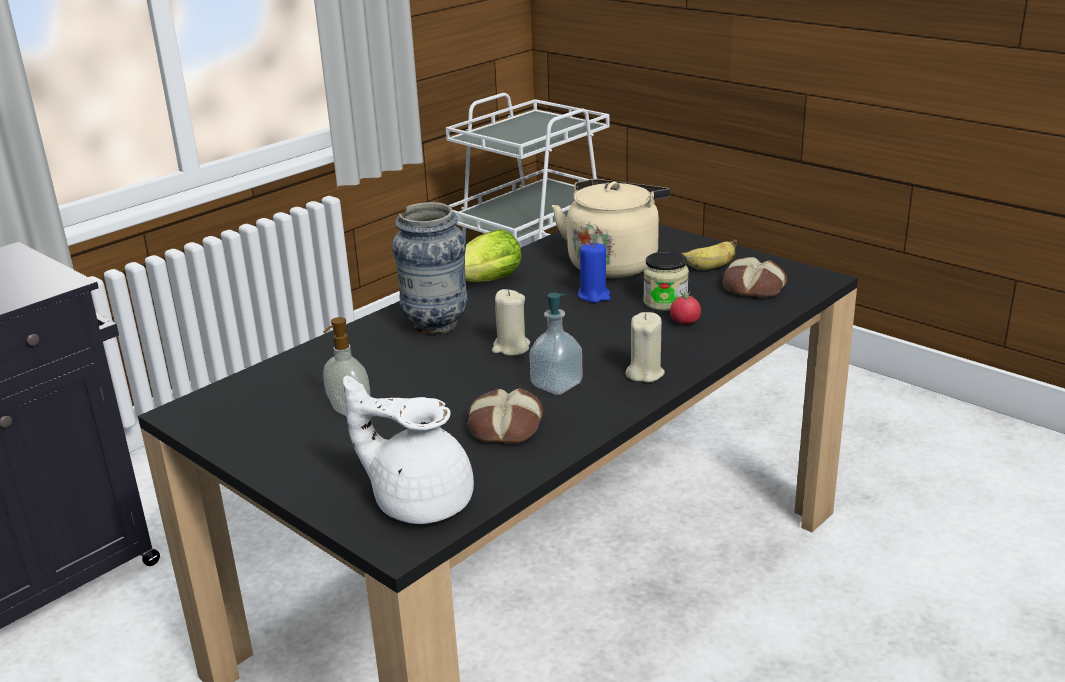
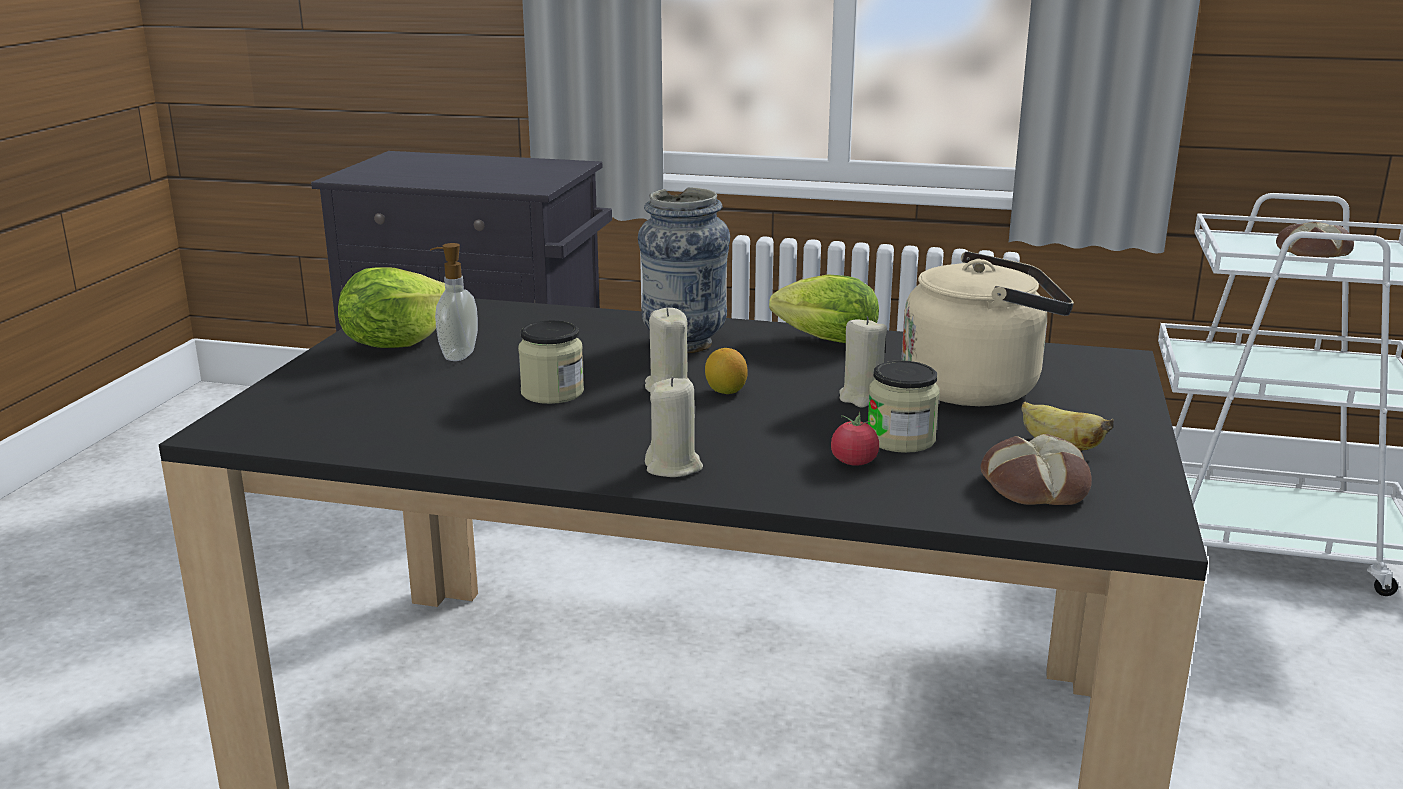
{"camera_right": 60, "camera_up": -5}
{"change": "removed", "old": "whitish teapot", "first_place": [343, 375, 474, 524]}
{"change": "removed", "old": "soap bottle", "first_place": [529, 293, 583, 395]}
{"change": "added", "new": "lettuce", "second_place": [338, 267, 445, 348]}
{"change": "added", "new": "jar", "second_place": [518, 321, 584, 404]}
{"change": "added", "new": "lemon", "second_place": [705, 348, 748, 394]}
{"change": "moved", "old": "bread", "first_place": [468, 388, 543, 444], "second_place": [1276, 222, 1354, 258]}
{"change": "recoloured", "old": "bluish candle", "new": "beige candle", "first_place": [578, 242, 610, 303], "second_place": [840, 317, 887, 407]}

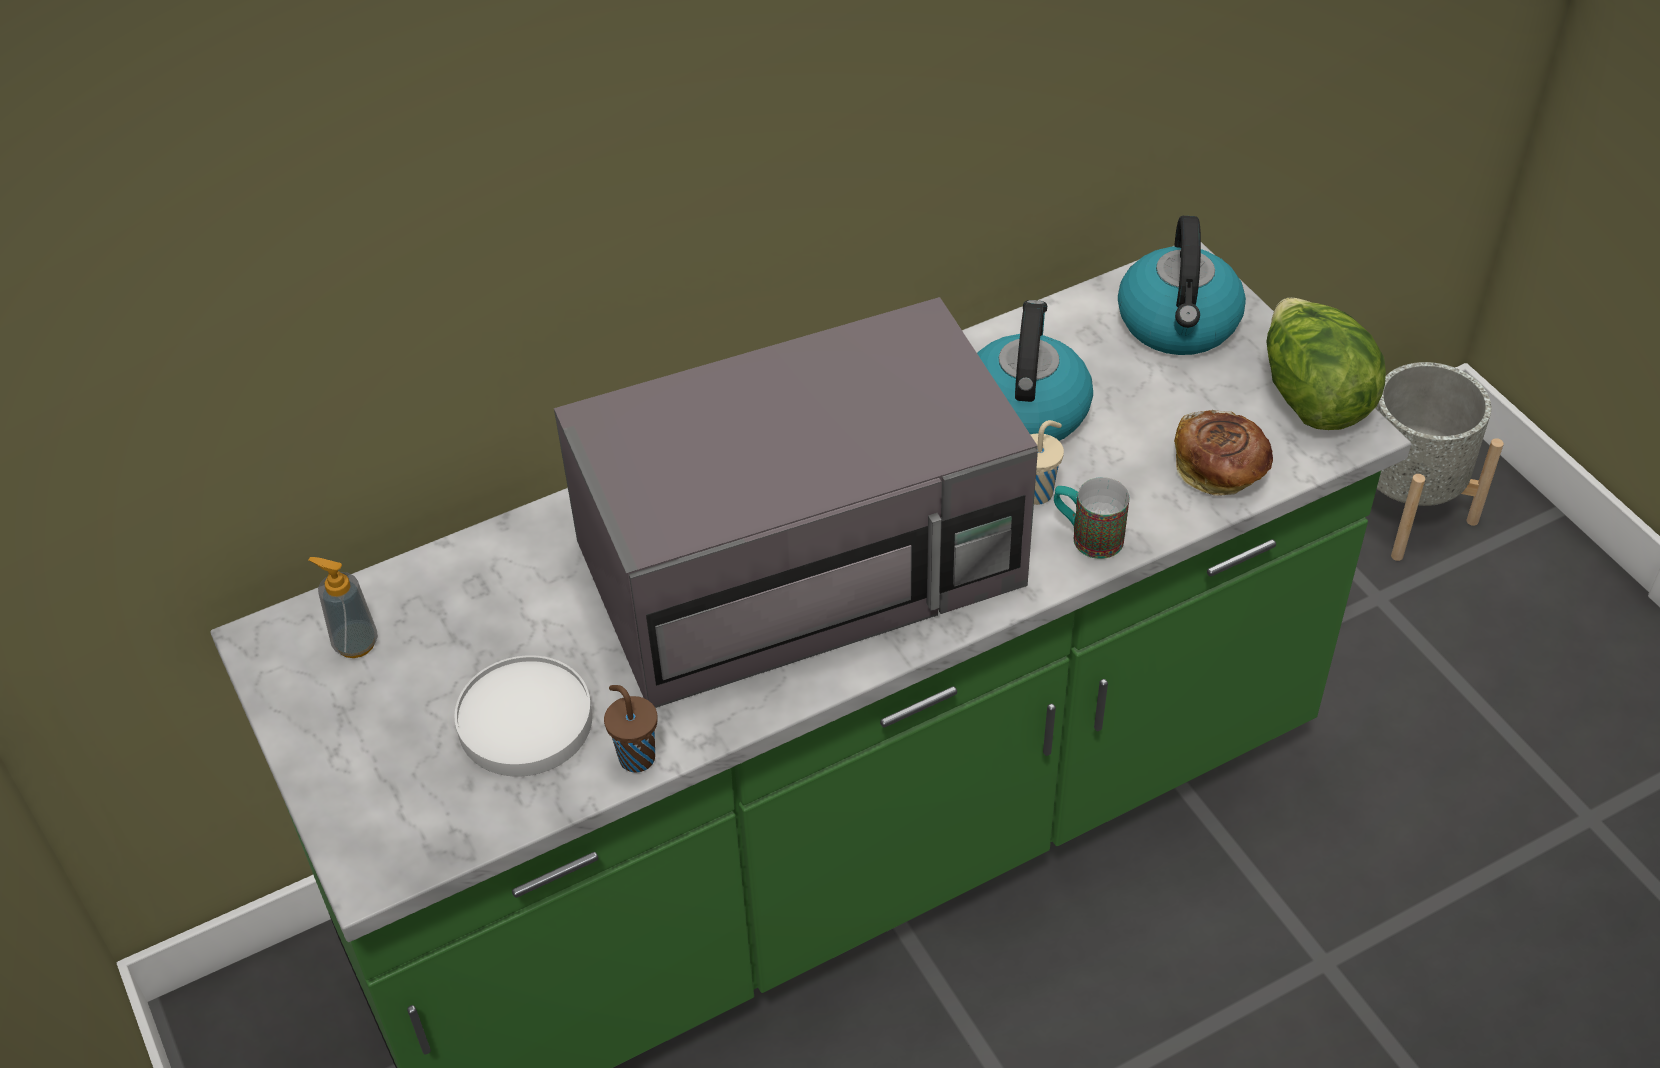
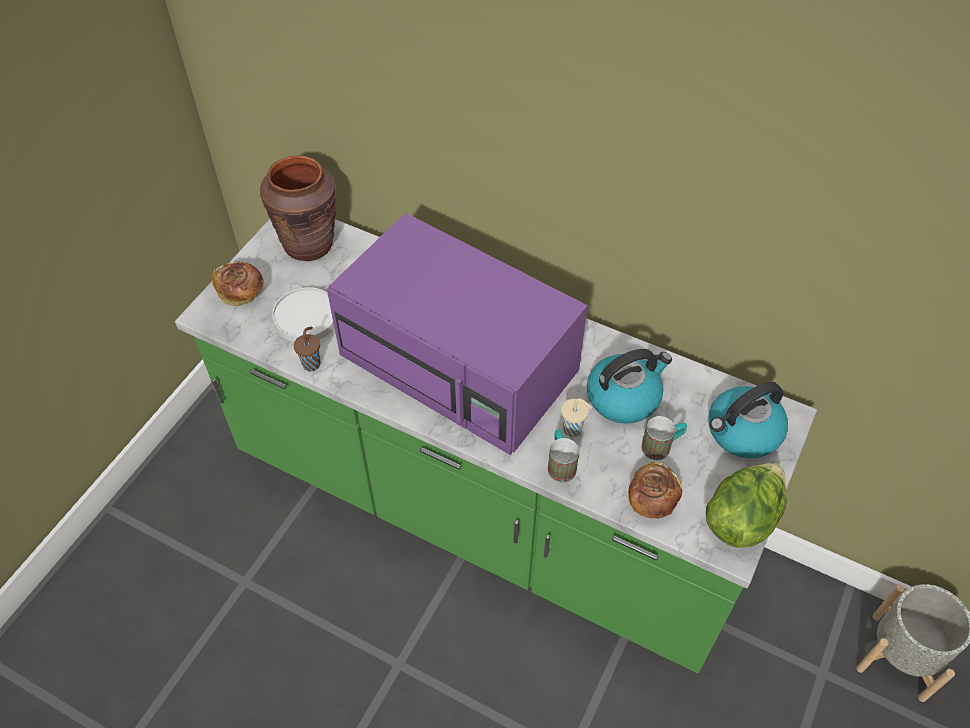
{"camera_right": 55, "camera_up": 5}
{"change": "added", "new": "bread", "second_place": [212, 261, 264, 306]}
{"change": "added", "new": "tea mug", "second_place": [641, 416, 687, 460]}
{"change": "replaced", "old": "soap bottle", "new": "brown-coloured flower vase", "first_place": [308, 557, 378, 658], "second_place": [260, 155, 336, 261]}
{"change": "recoloured", "old": "grey microwave oven", "new": "purple-coloured microwave oven", "first_place": [554, 297, 1038, 708], "second_place": [327, 213, 588, 455]}

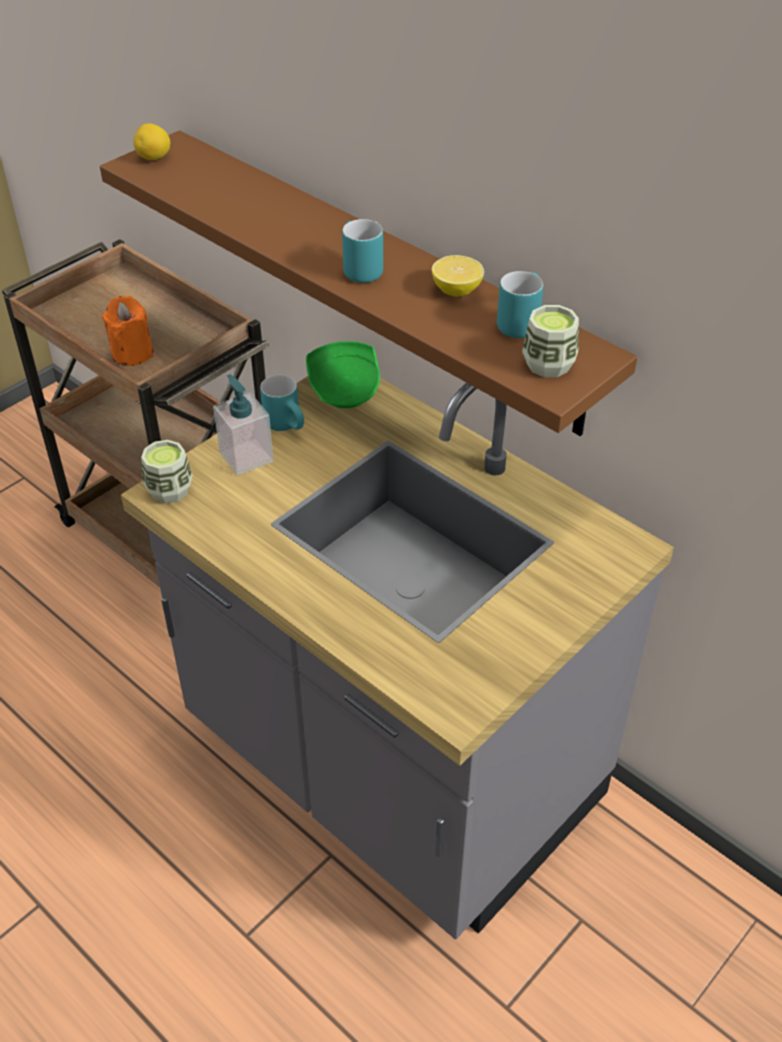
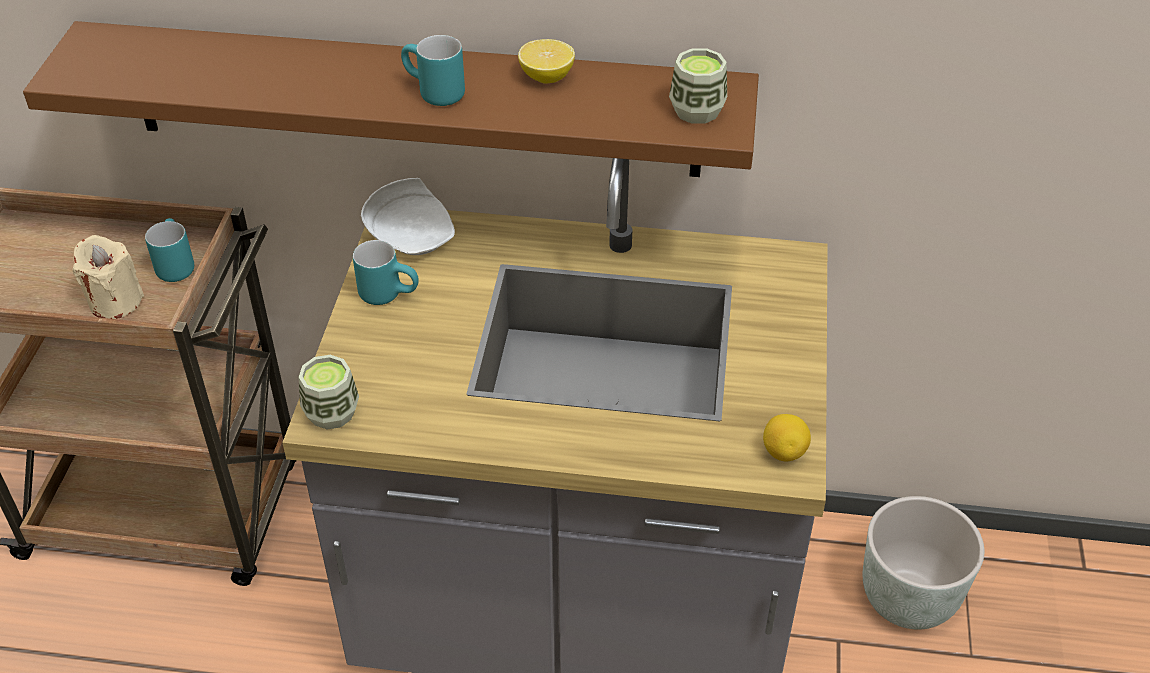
{"camera_right": -35, "camera_up": 0}
{"change": "removed", "old": "soap bottle", "first_place": [213, 374, 274, 476]}
{"change": "added", "new": "grey flower pot", "second_place": [862, 496, 984, 630]}
{"change": "moved", "old": "lemon", "first_place": [133, 123, 170, 160], "second_place": [763, 414, 811, 461]}
{"change": "moved", "old": "blue-green tea mug", "first_place": [497, 271, 543, 338], "second_place": [145, 218, 194, 282]}
{"change": "recoloured", "old": "orangey candle", "new": "beige candle", "first_place": [102, 296, 153, 366], "second_place": [72, 235, 144, 319]}
{"change": "recoloured", "old": "green plate", "new": "whitish plate", "first_place": [306, 341, 380, 408], "second_place": [361, 178, 455, 255]}

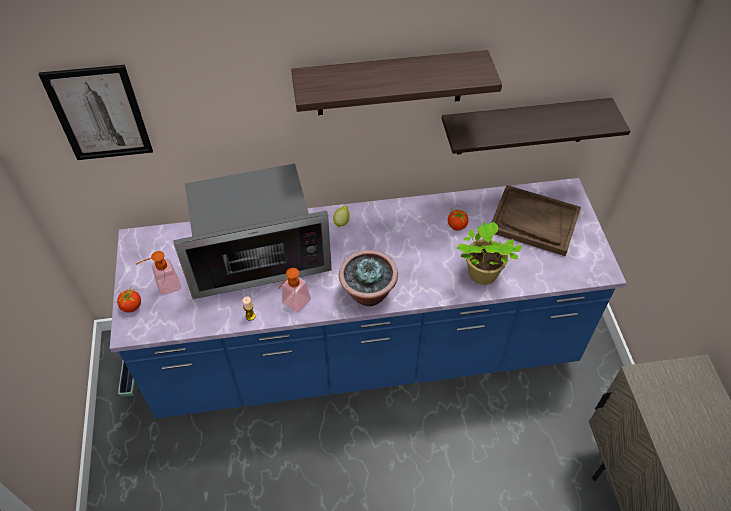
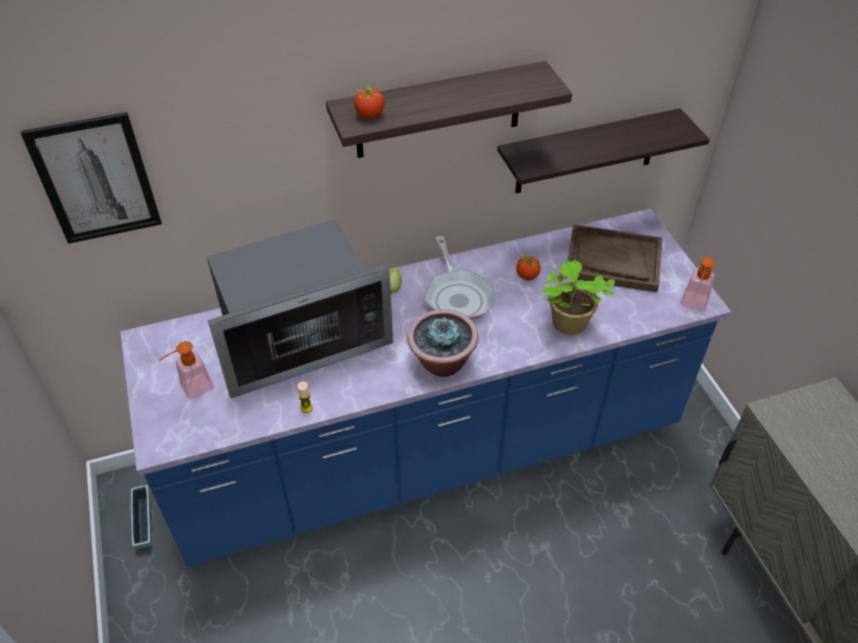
{"camera_right": -10, "camera_up": -5}
{"change": "added", "new": "frying pan", "second_place": [424, 236, 495, 321]}
{"change": "moved", "old": "whole tomato", "first_place": [116, 288, 141, 313], "second_place": [354, 84, 385, 118]}
{"change": "moved", "old": "soap bottle", "first_place": [278, 268, 311, 313], "second_place": [680, 257, 715, 312]}

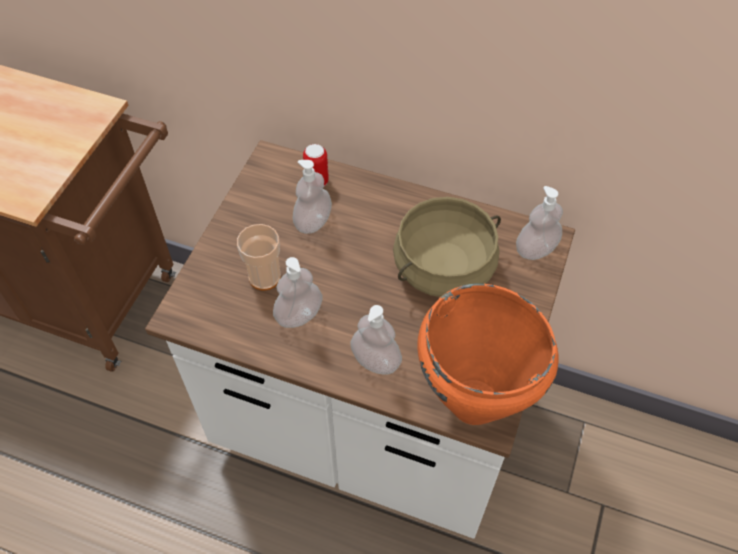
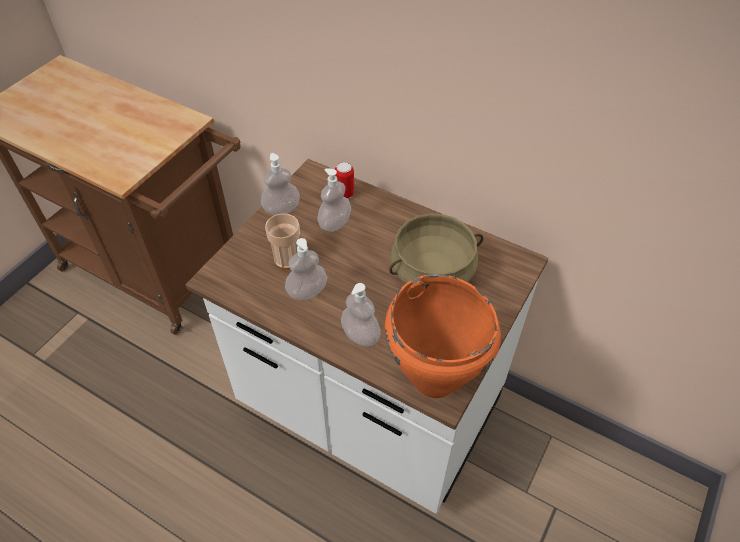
{"camera_right": 10, "camera_up": -5}
{"change": "moved", "old": "soap bottle", "first_place": [516, 186, 563, 260], "second_place": [261, 153, 300, 215]}

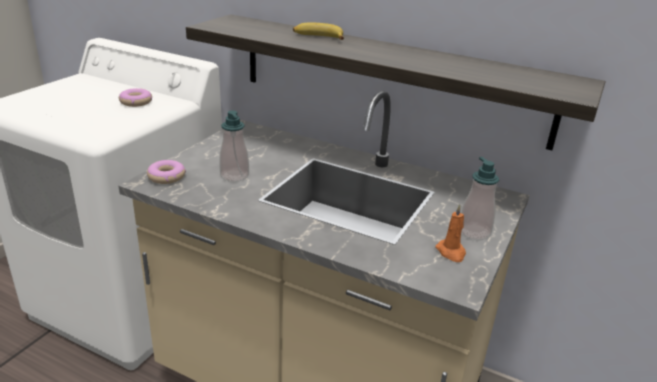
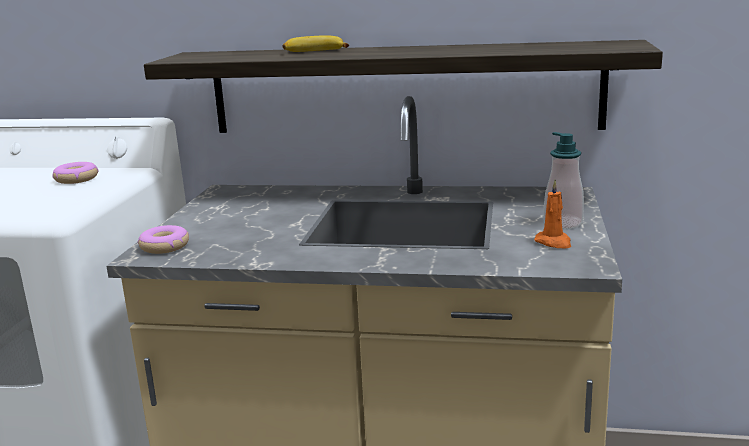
{"camera_right": -15, "camera_up": -10}
{"change": "removed", "old": "soap bottle", "first_place": [219, 110, 249, 182]}

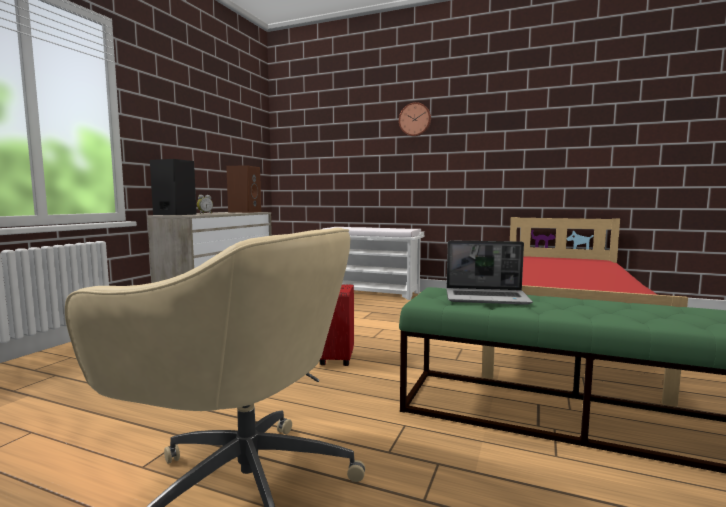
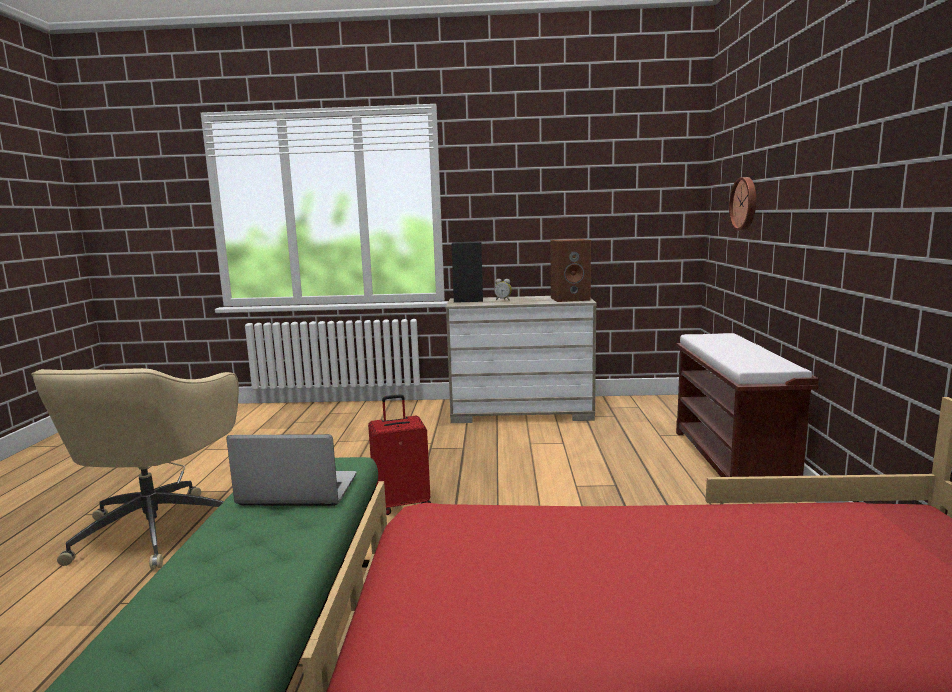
{"camera_right": 70, "camera_up": 5}
{"change": "moved", "old": "wall clock", "first_place": [399, 102, 431, 136], "second_place": [729, 177, 756, 231]}
{"change": "recoloured", "old": "whitish indoor bench", "new": "brown-coloured indoor bench", "first_place": [323, 227, 425, 300], "second_place": [676, 333, 819, 477]}
{"change": "turned", "old": "laptop", "first_place": [446, 240, 533, 305], "second_place": [226, 434, 356, 506], "degrees": 105}

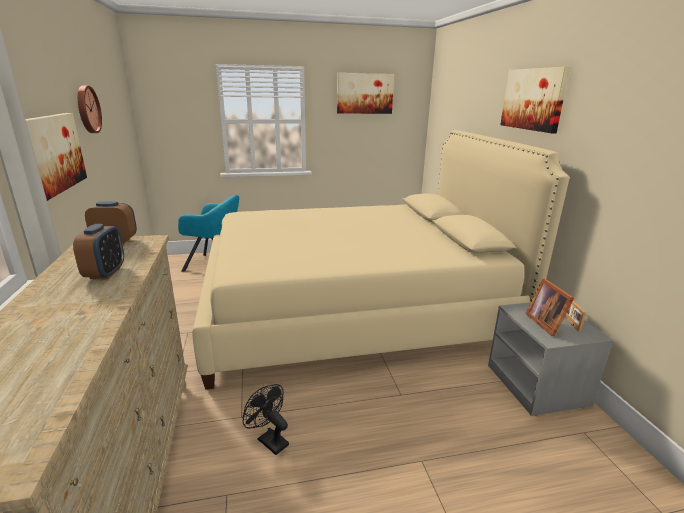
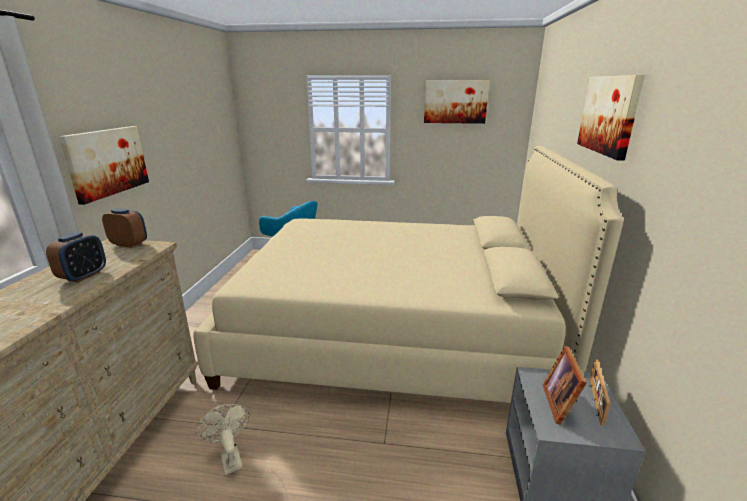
{"camera_right": 20, "camera_up": 0}
{"change": "removed", "old": "wall clock", "first_place": [78, 85, 102, 133]}
{"change": "recoloured", "old": "black electric fan", "new": "beige electric fan", "first_place": [242, 384, 289, 455], "second_place": [196, 404, 249, 475]}

